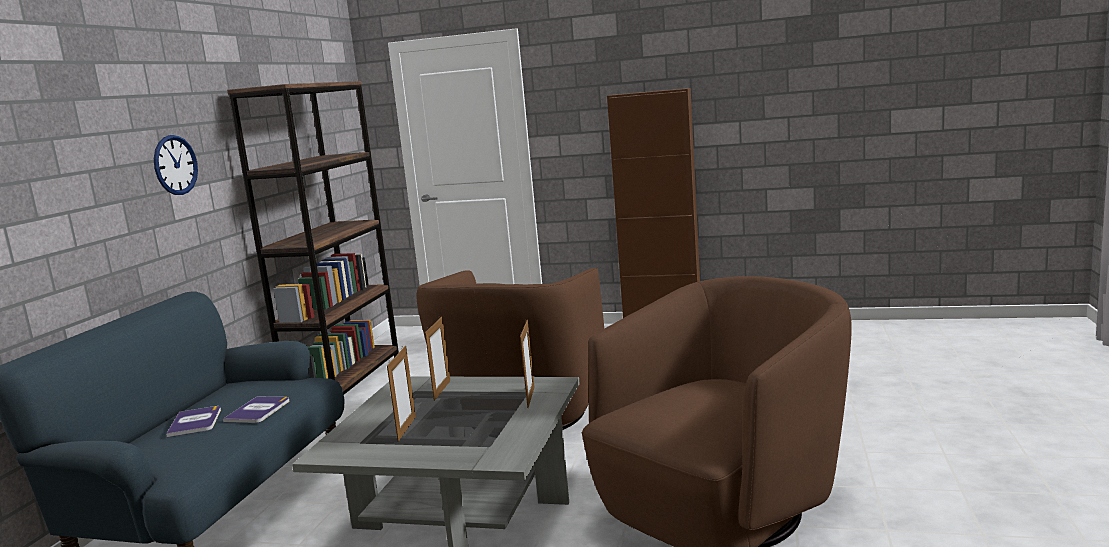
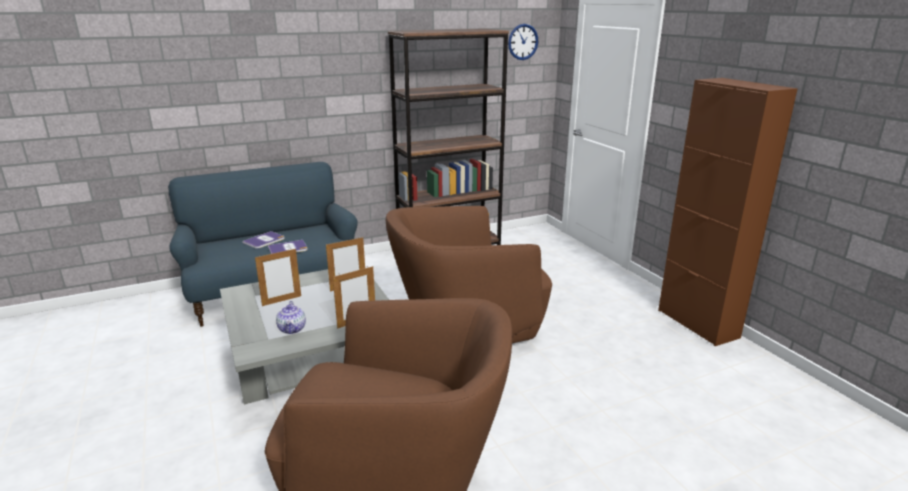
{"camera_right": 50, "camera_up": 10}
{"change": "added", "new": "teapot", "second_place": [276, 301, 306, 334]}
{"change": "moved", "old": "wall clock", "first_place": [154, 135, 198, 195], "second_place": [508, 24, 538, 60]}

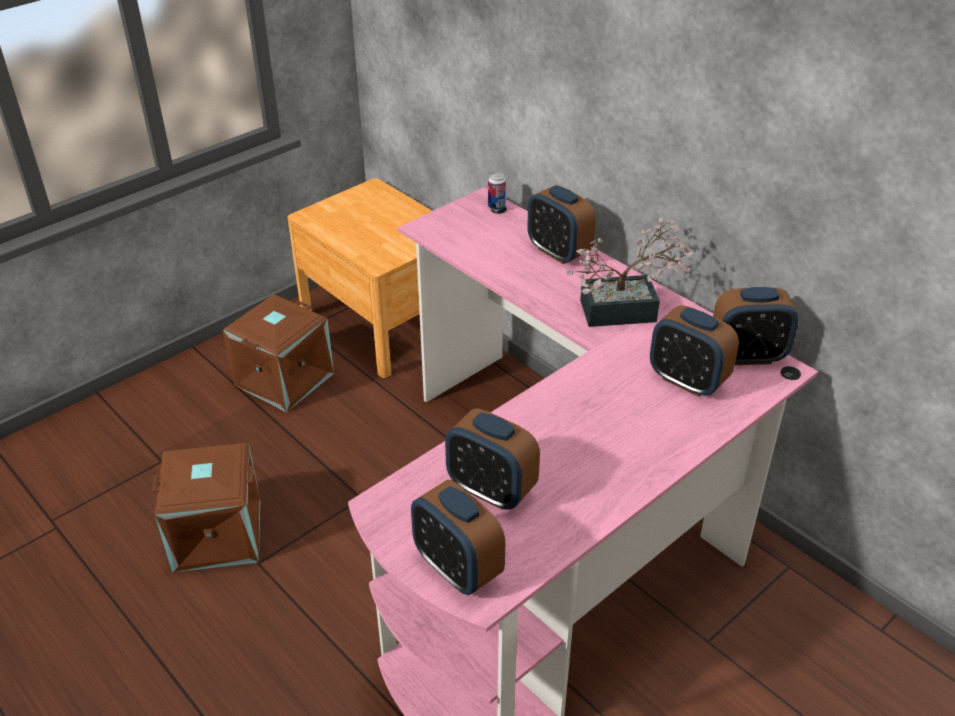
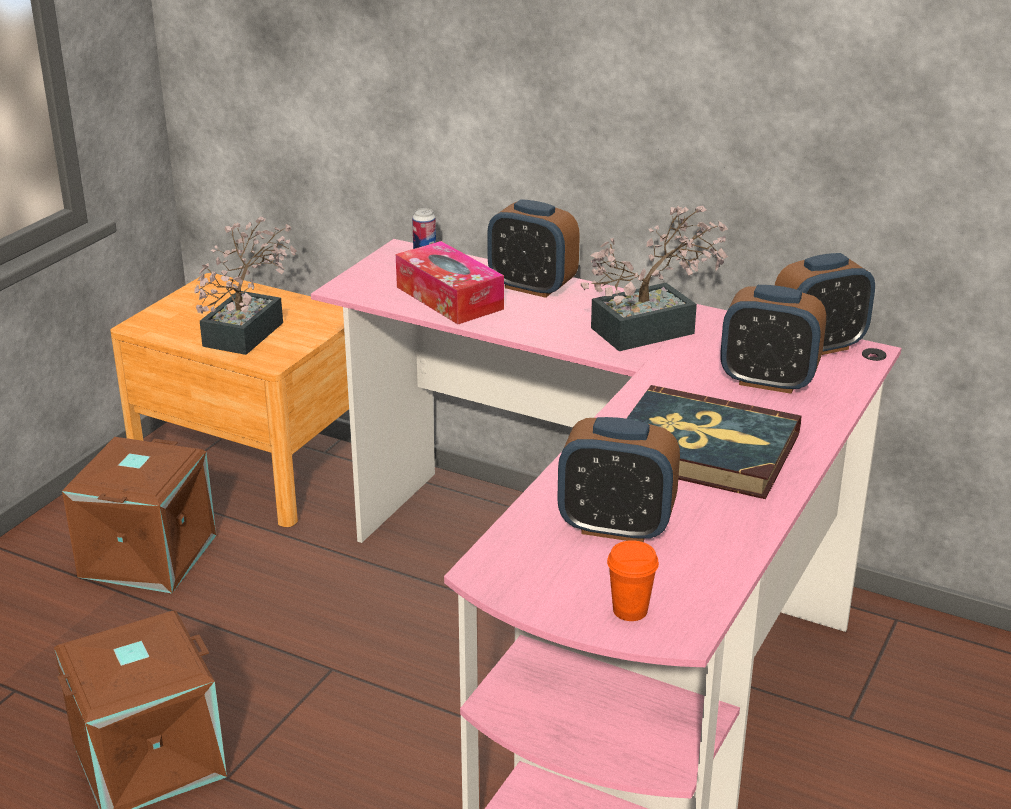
{"camera_right": -20, "camera_up": -10}
{"change": "added", "new": "houseplant", "second_place": [194, 216, 297, 355]}
{"change": "added", "new": "tissue box", "second_place": [396, 241, 504, 324]}
{"change": "added", "new": "volume", "second_place": [626, 385, 801, 499]}
{"change": "replaced", "old": "alarm clock", "new": "orangey drinking cup", "first_place": [411, 480, 505, 595], "second_place": [607, 540, 659, 621]}

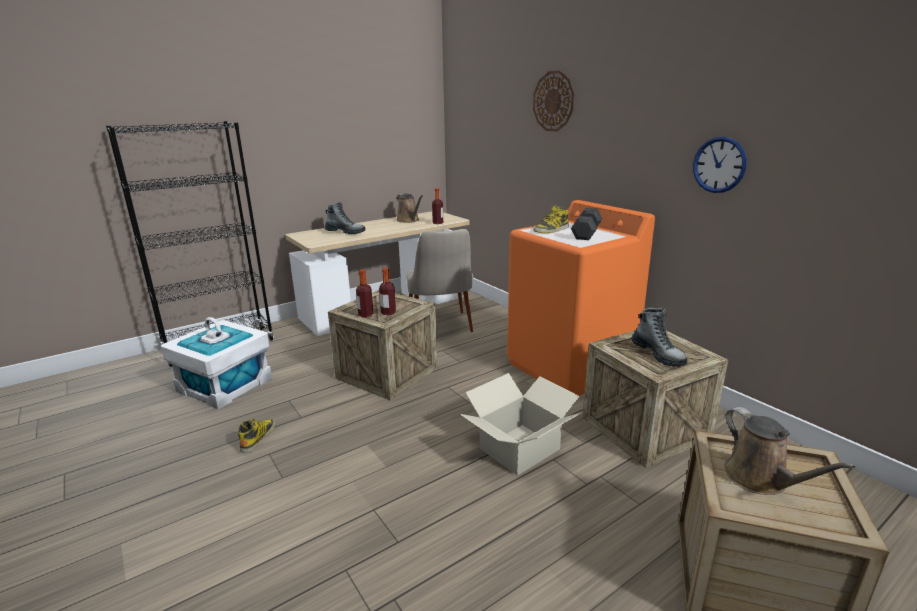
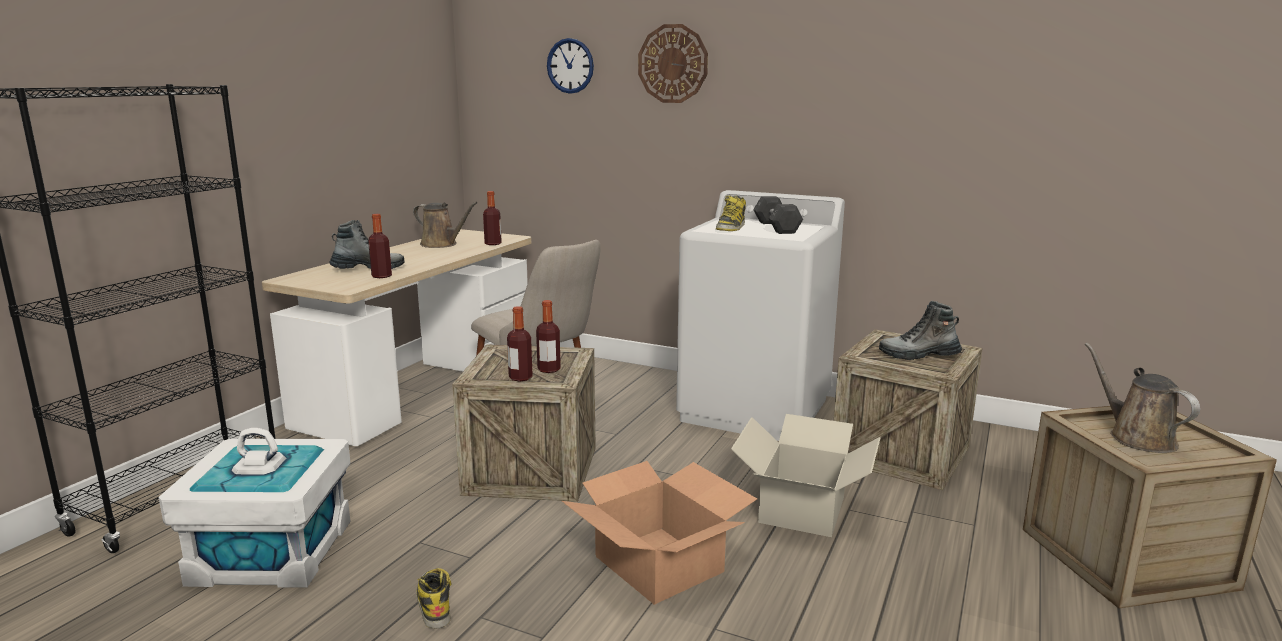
{"camera_right": -30, "camera_up": -5}
{"change": "added", "new": "beverage bottle", "second_place": [368, 214, 392, 278]}
{"change": "added", "new": "packing box", "second_place": [562, 461, 757, 605]}
{"change": "moved", "old": "wall clock", "first_place": [693, 136, 747, 193], "second_place": [547, 38, 594, 94]}
{"change": "recoloured", "old": "orangey laundry machine", "new": "whitish laundry machine", "first_place": [507, 200, 655, 396], "second_place": [676, 190, 845, 441]}
{"change": "turned", "old": "boot", "first_place": [632, 308, 687, 367], "second_place": [879, 301, 962, 360], "degrees": 150}
{"change": "turned", "old": "brown-coloured watering can", "first_place": [724, 407, 855, 495], "second_place": [1085, 343, 1200, 453], "degrees": -150}

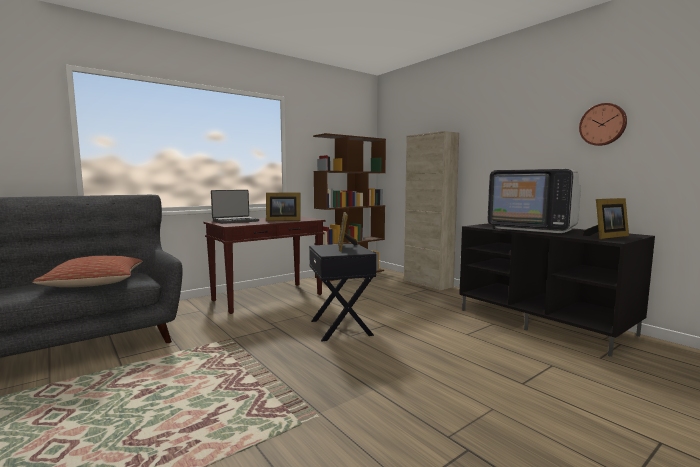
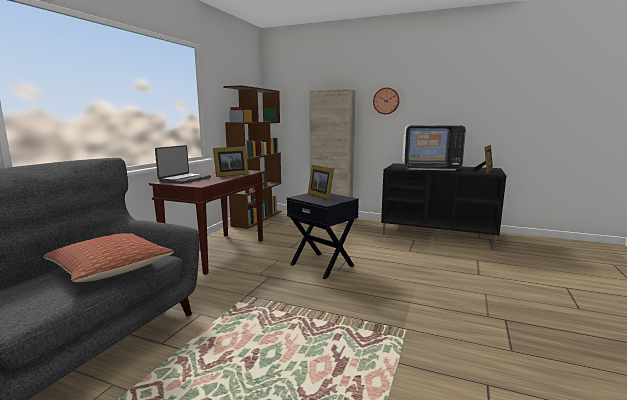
{"camera_right": -30, "camera_up": 5}
{"change": "moved", "old": "wall clock", "first_place": [579, 103, 627, 146], "second_place": [373, 88, 400, 114]}

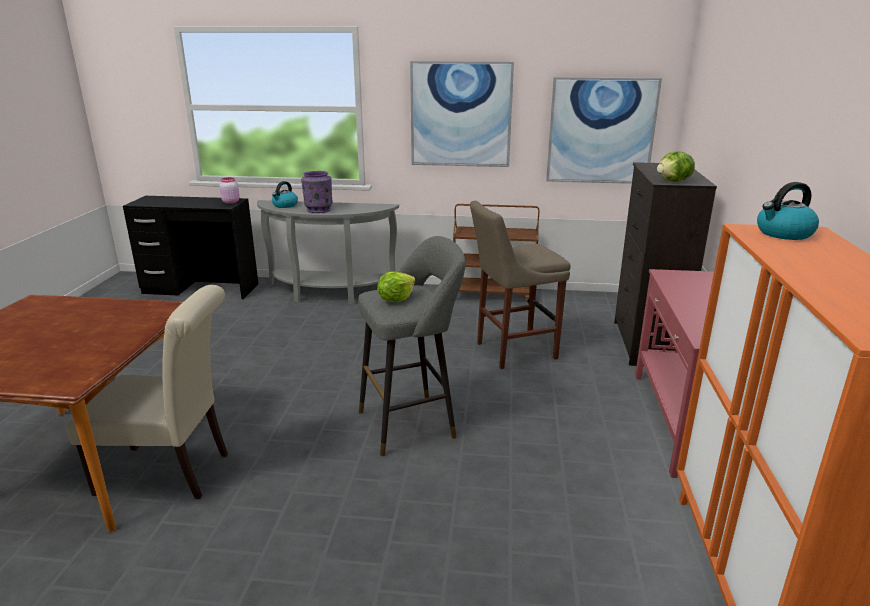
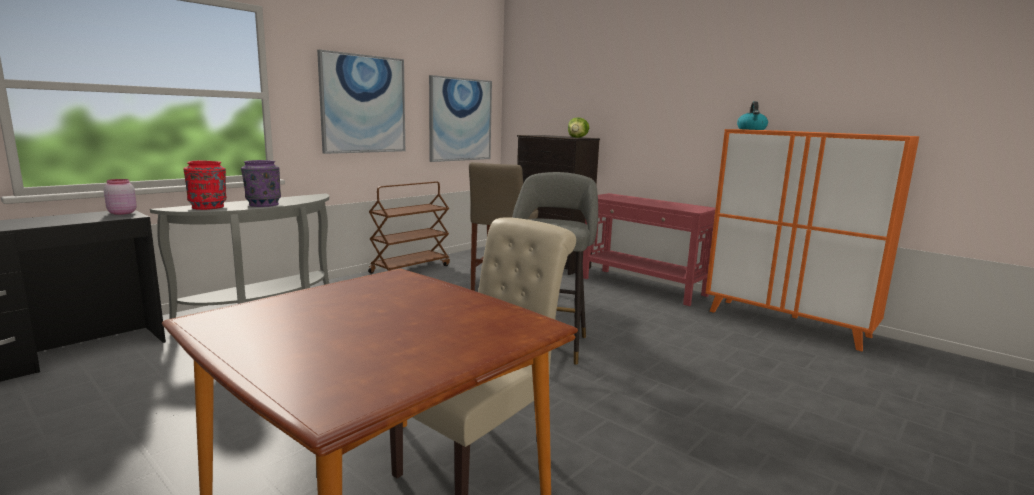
{"camera_right": -55, "camera_up": -10}
{"change": "removed", "old": "lettuce", "first_place": [377, 272, 415, 302]}
{"change": "replaced", "old": "water kettle", "new": "red flower vase", "first_place": [272, 181, 298, 208], "second_place": [183, 161, 227, 210]}

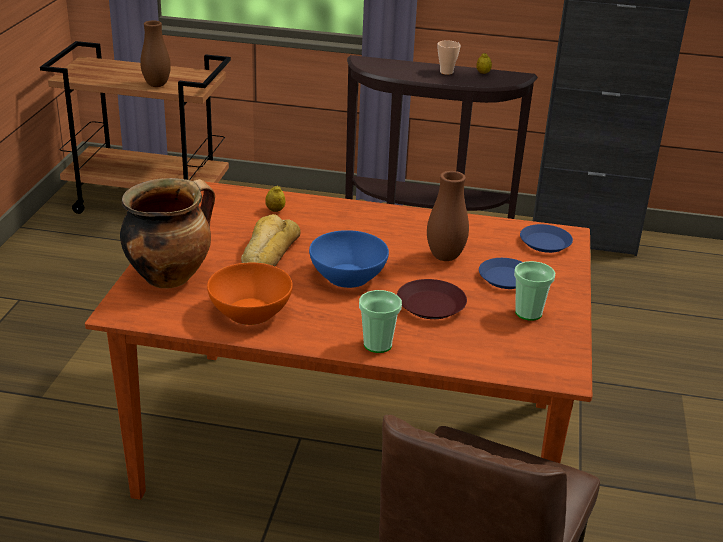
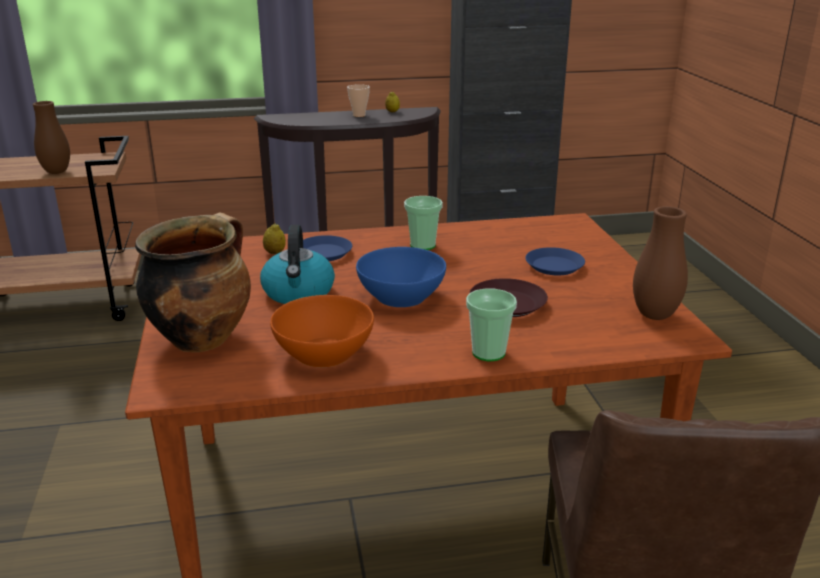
{"camera_right": -20, "camera_up": -5}
{"change": "moved", "old": "brown-coloured flower vase", "first_place": [427, 171, 469, 261], "second_place": [633, 206, 688, 320]}
{"change": "moved", "old": "drinking cup", "first_place": [514, 261, 555, 321], "second_place": [404, 196, 443, 250]}
{"change": "moved", "old": "bluish plate", "first_place": [520, 224, 573, 253], "second_place": [303, 235, 352, 261]}
{"change": "replaced", "old": "bread", "new": "water kettle", "first_place": [241, 214, 301, 266], "second_place": [260, 225, 335, 304]}

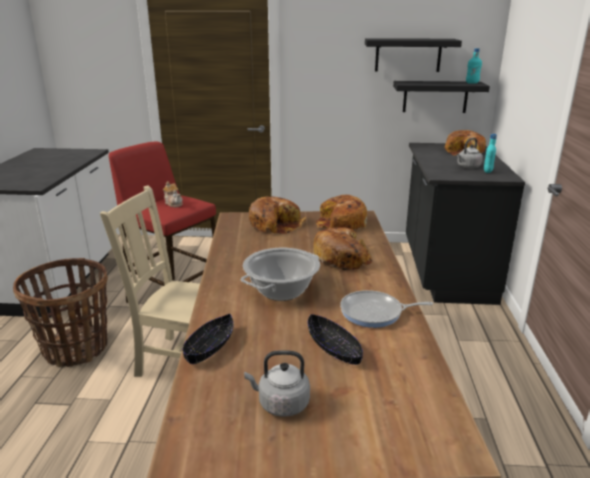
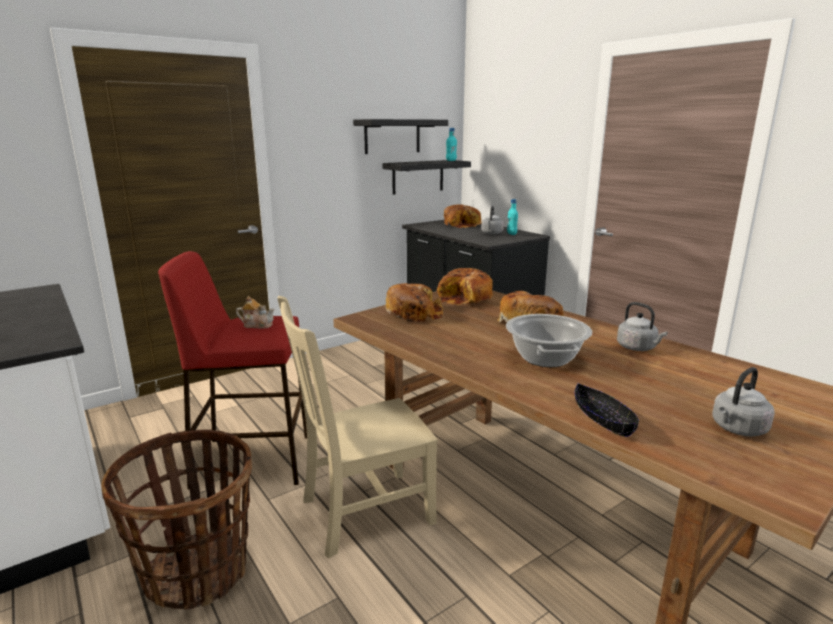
{"camera_right": -40, "camera_up": -5}
{"change": "removed", "old": "black bowl", "first_place": [308, 314, 363, 365]}
{"change": "replaced", "old": "frying pan", "new": "grey water kettle", "first_place": [340, 290, 433, 328], "second_place": [617, 302, 668, 351]}

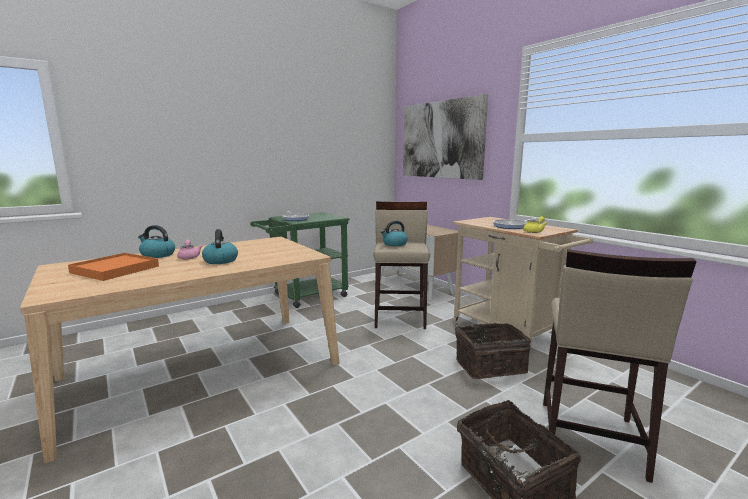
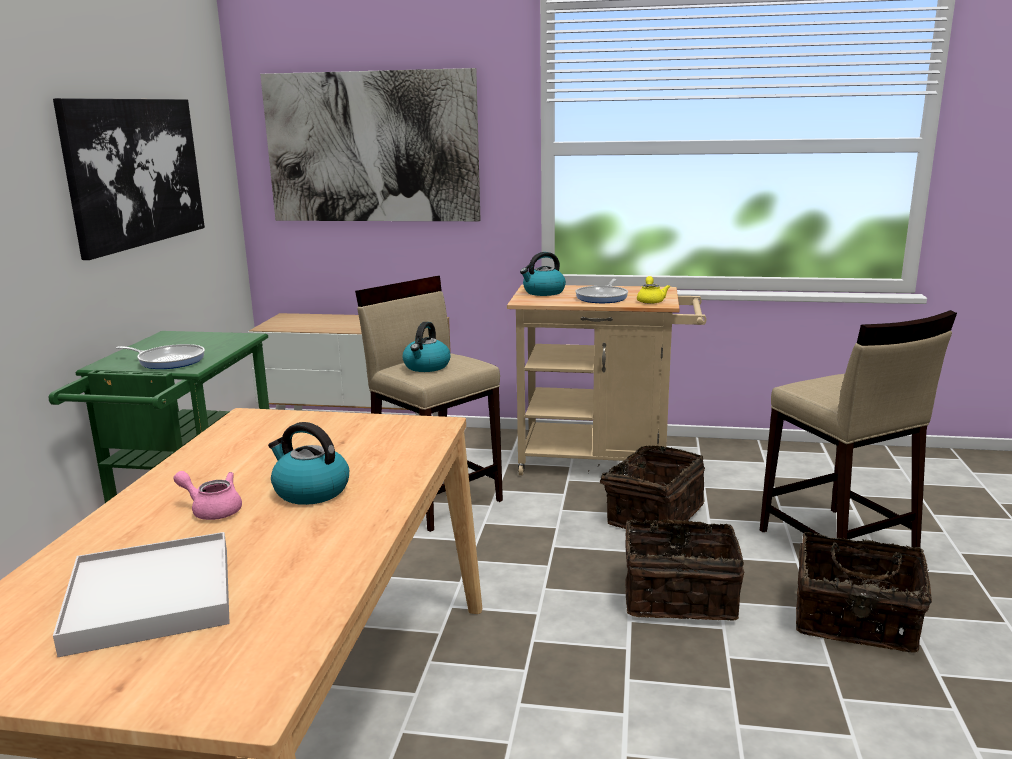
{"camera_right": -45, "camera_up": 5}
{"change": "added", "new": "wall picture", "second_place": [53, 98, 205, 260]}
{"change": "added", "new": "household basket", "second_place": [625, 513, 744, 621]}
{"change": "moved", "old": "water kettle", "first_place": [138, 225, 175, 258], "second_place": [520, 252, 566, 296]}
{"change": "recoloured", "old": "orangey tray", "new": "whitish tray", "first_place": [68, 253, 159, 281], "second_place": [53, 532, 230, 657]}

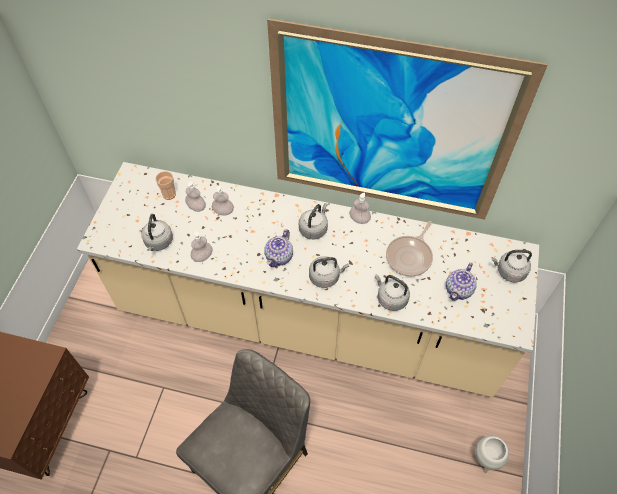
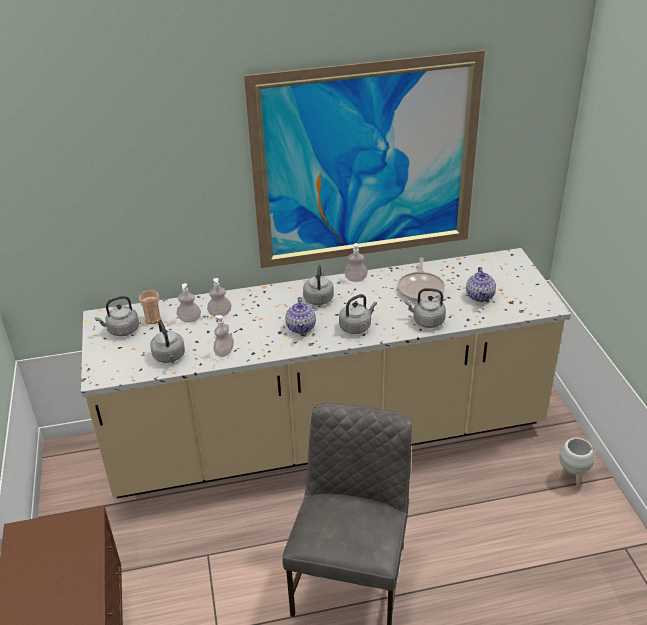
{"camera_right": -25, "camera_up": -20}
{"change": "moved", "old": "grey water kettle", "first_place": [492, 250, 532, 282], "second_place": [95, 296, 139, 336]}

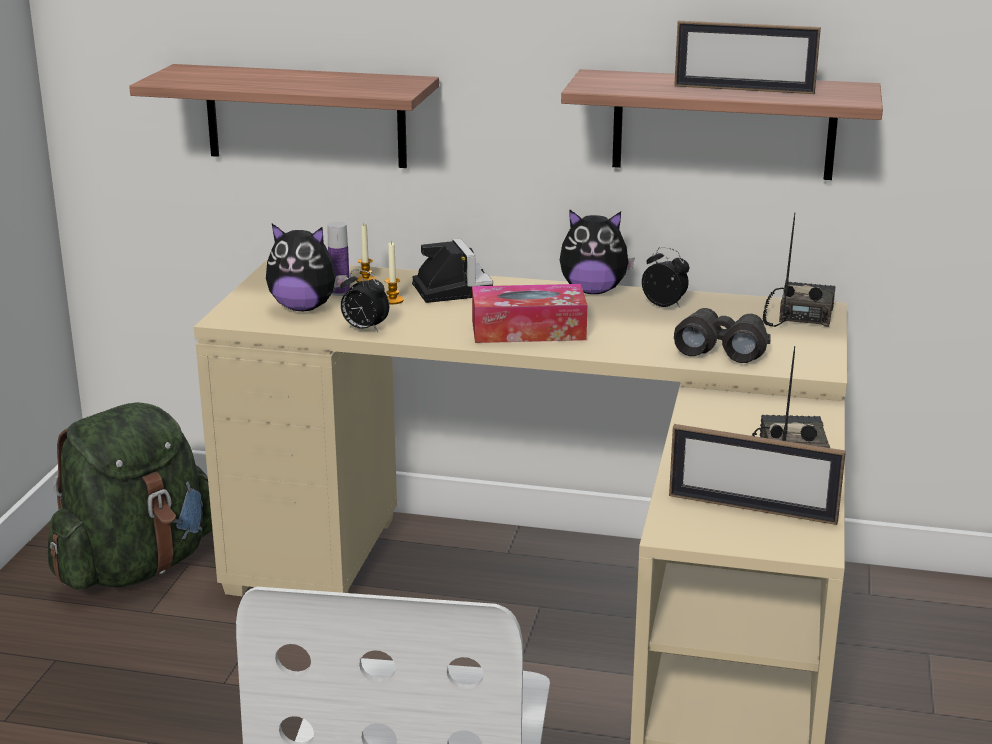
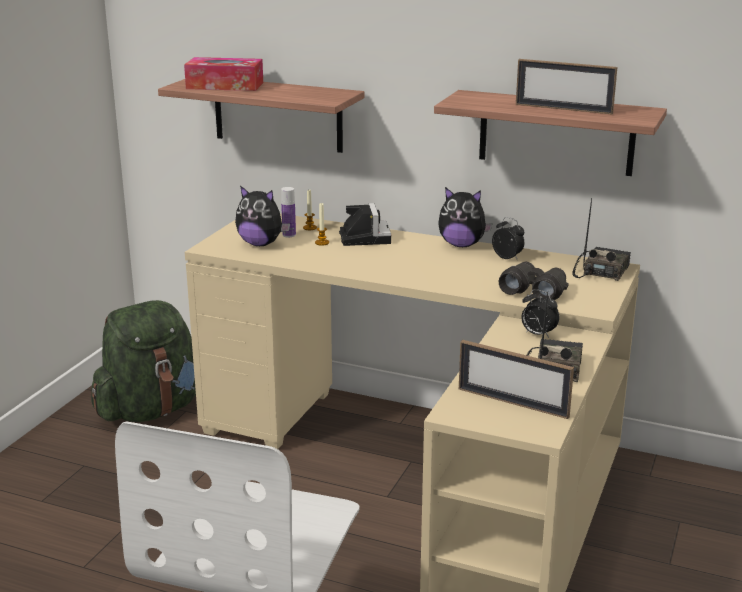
{"camera_right": 10, "camera_up": 0}
{"change": "moved", "old": "alarm clock", "first_place": [340, 270, 389, 332], "second_place": [521, 289, 559, 338]}
{"change": "moved", "old": "tissue box", "first_place": [472, 284, 587, 343], "second_place": [184, 57, 263, 91]}

